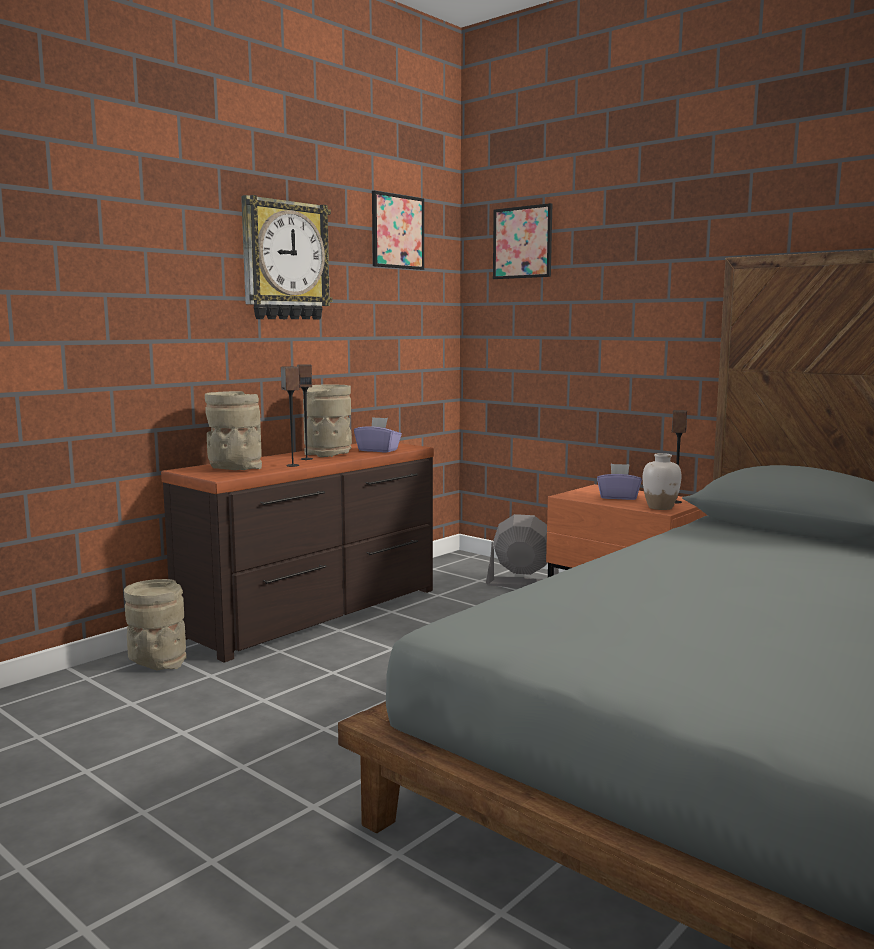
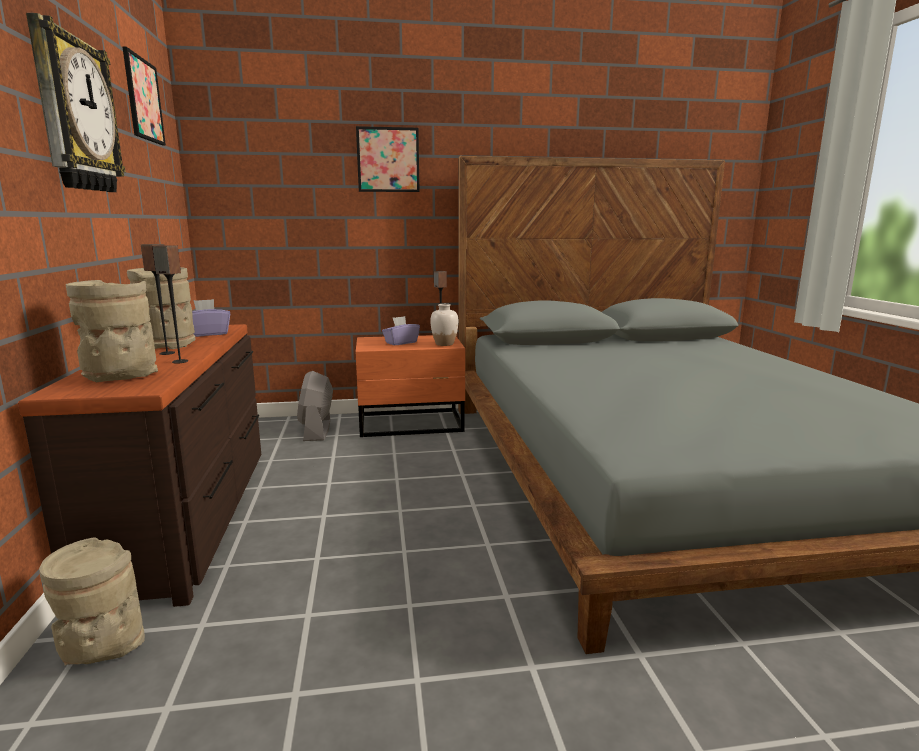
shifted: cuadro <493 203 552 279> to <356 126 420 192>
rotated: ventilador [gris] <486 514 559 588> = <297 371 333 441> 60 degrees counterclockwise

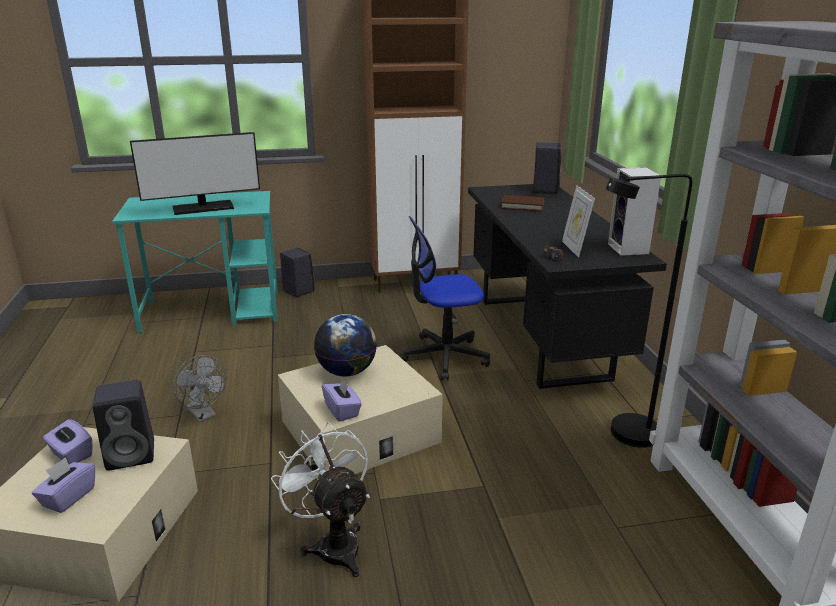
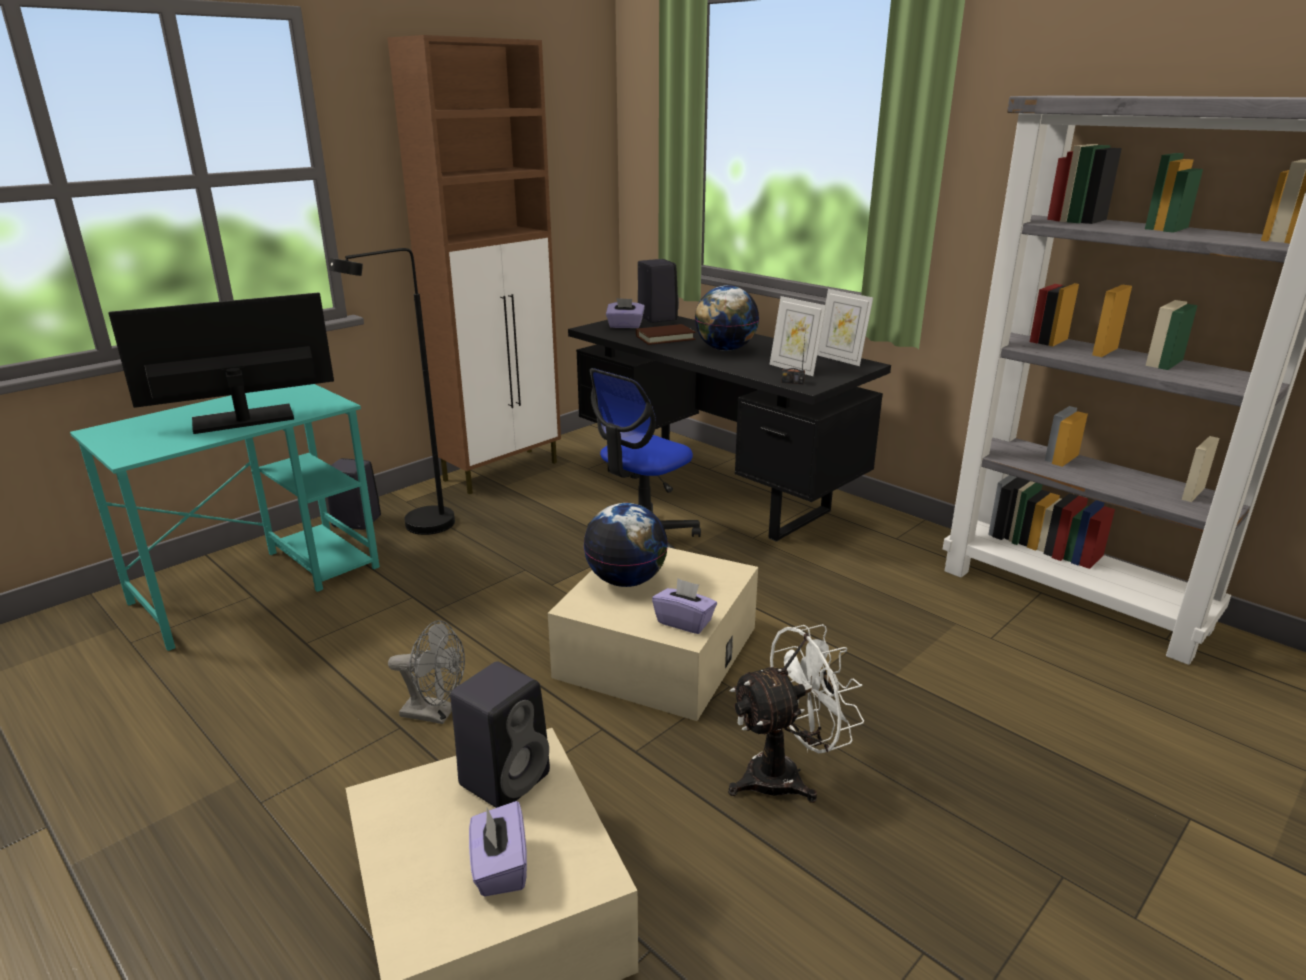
new: globo terráqueo <695 285 759 351>
shifted: lámpara de pie [negro] <606 174 692 448> to <329 248 455 535>; caja de pañuelos [morado] <43 419 93 464> to <606 298 645 328>
swapped: altavoz <608 167 661 256> to portarretratos <817 289 873 366>
rotated: monitor <130 132 260 215> = <108 292 334 434> 150 degrees counterclockwise; ventilador [blanco] <271 422 370 577> = <728 624 864 803> 135 degrees clockwise

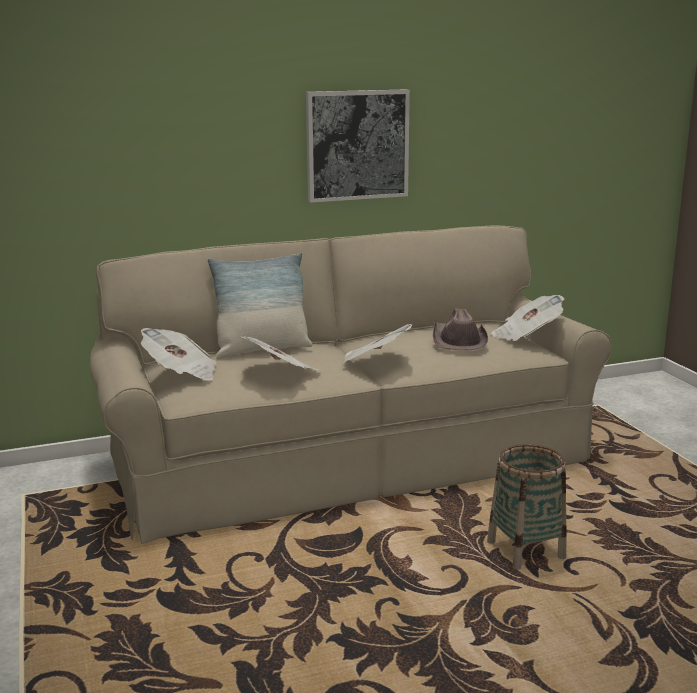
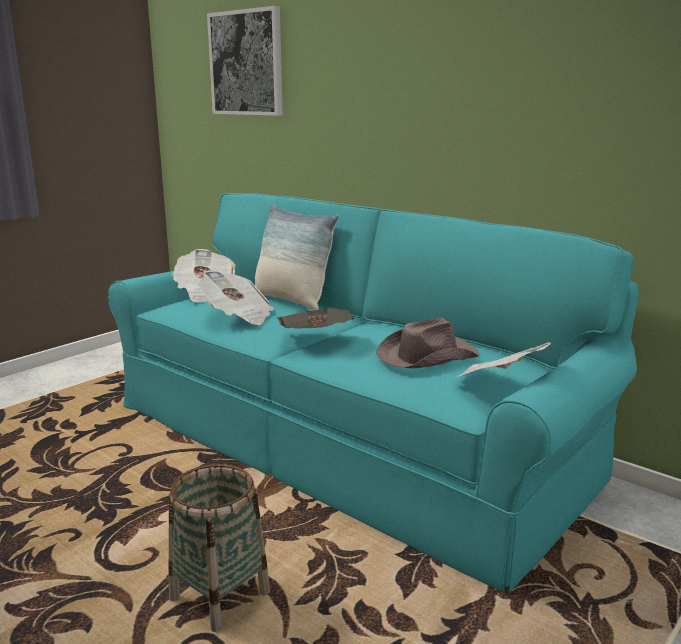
shifted: cuadro <306 89 410 203> to <207 6 283 116>
repainted: sofá [beis] <90 225 612 544> to sofá [turquesa] <108 193 639 592>

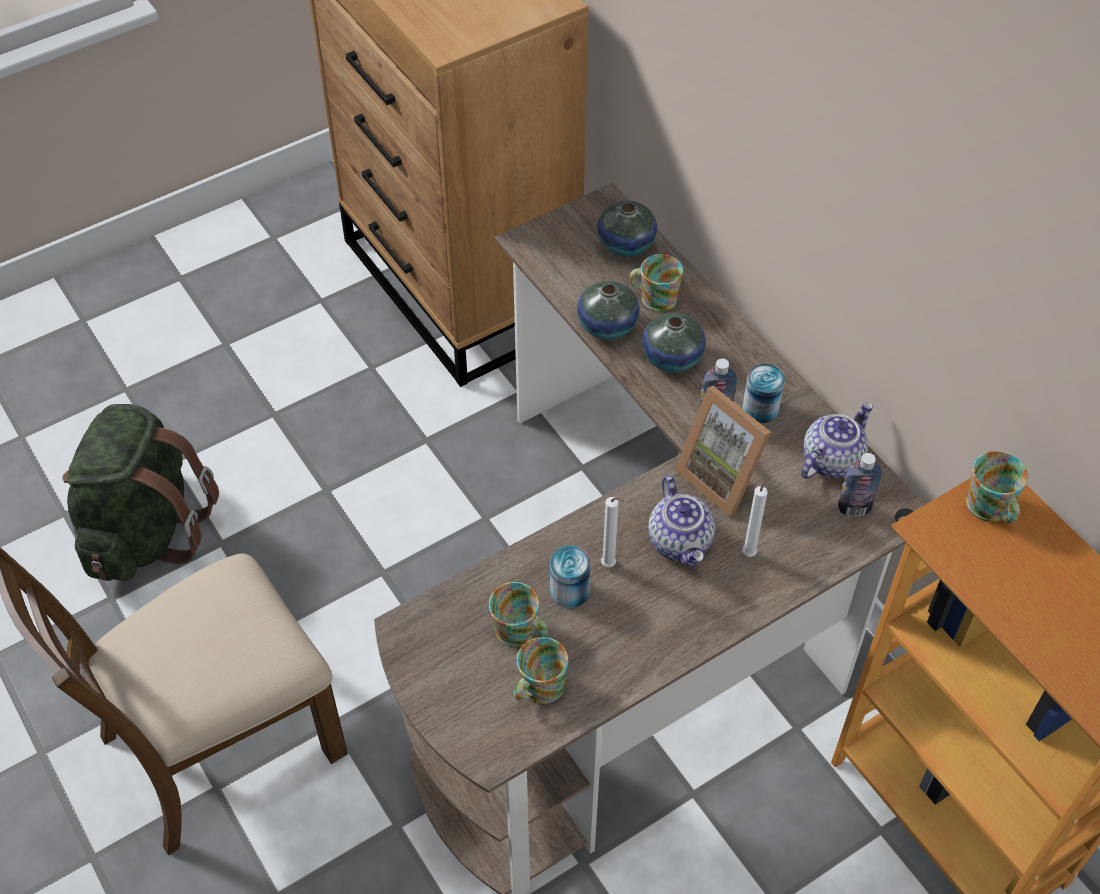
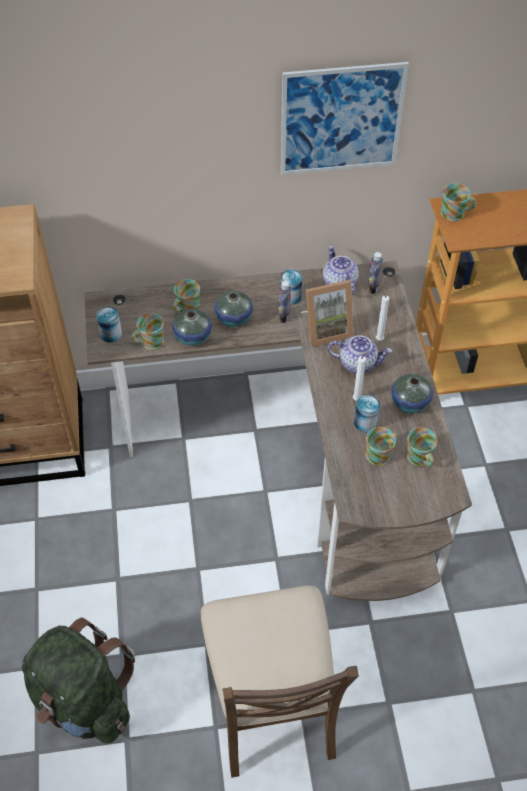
new: cuadro <281 62 409 175>; lata <96 307 122 343>; taza grande <131 313 164 350>
shifted: florero <597 201 657 257> to <391 374 433 413>

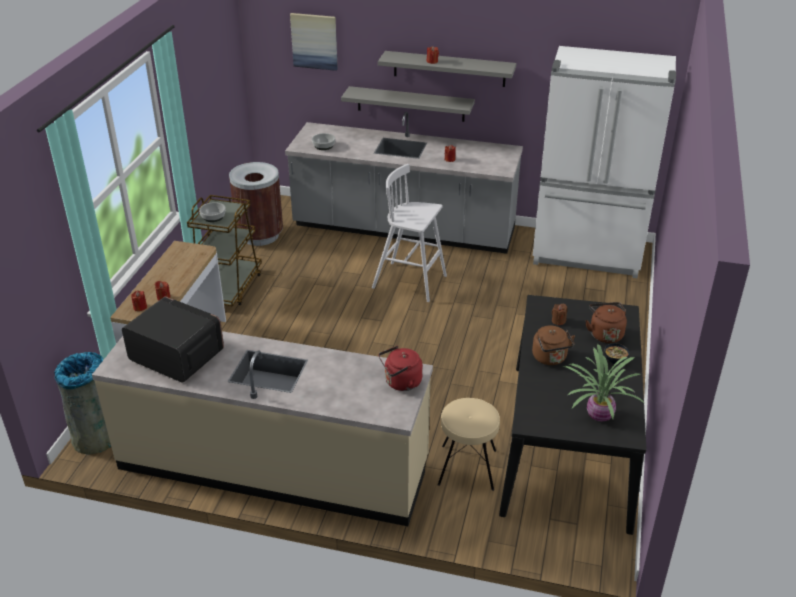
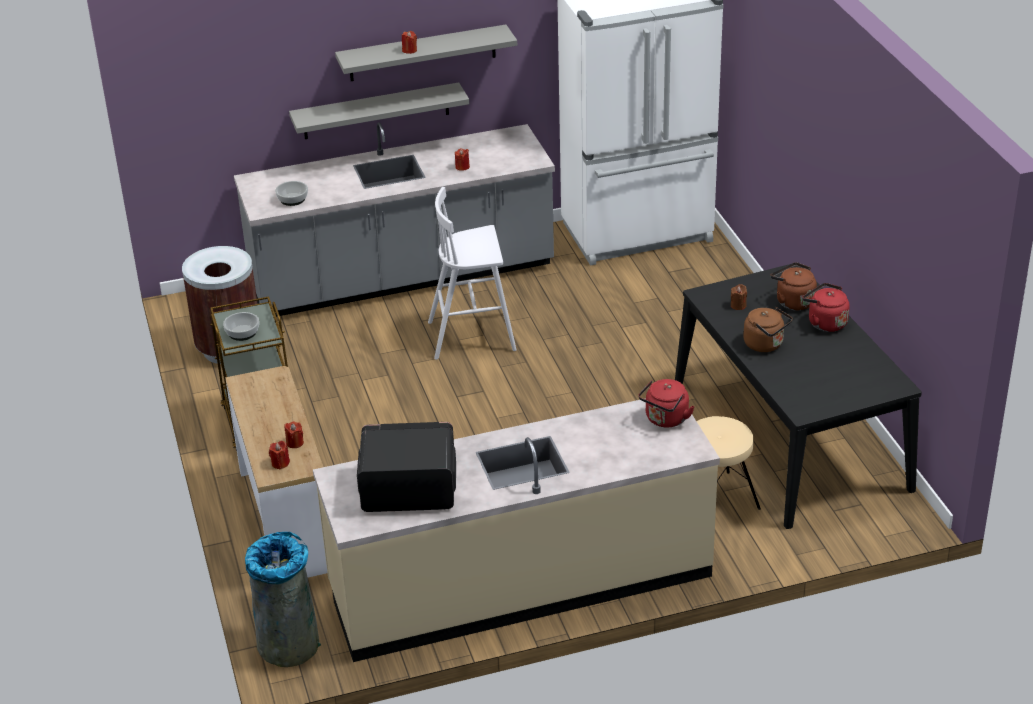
gone: cuadro <290 13 338 71>; planta en maceta <562 344 645 422>
swapped: cuenco <604 343 629 364> to hervidor [rojo] <802 283 850 332>

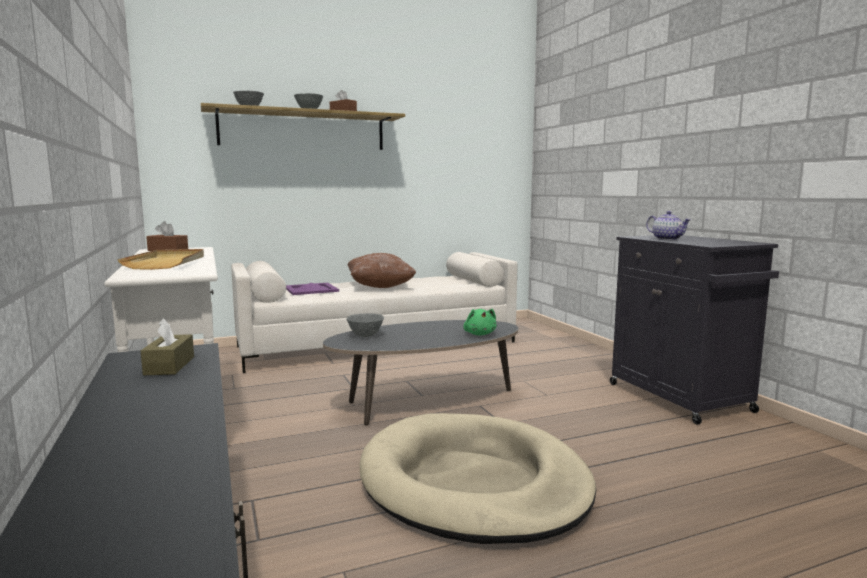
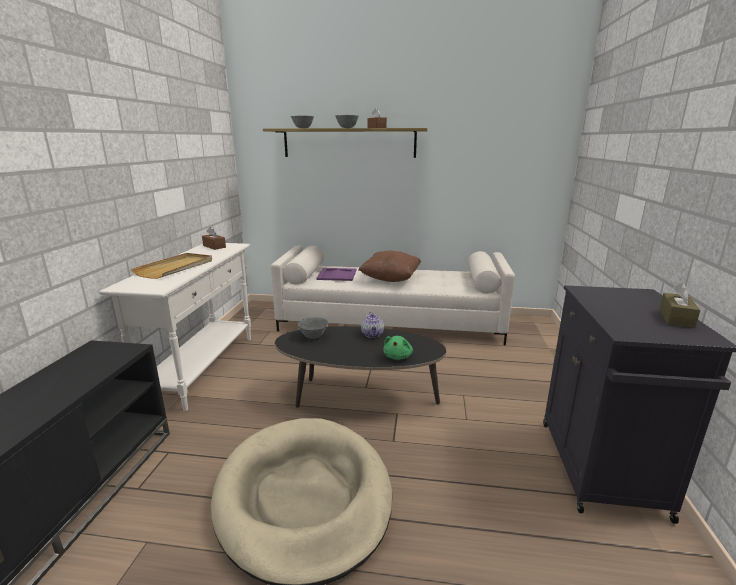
shifted: tetera <646 211 691 240> to <361 312 384 338>; caja de pañuelos [marrón] <141 318 194 375> to <659 283 701 328>

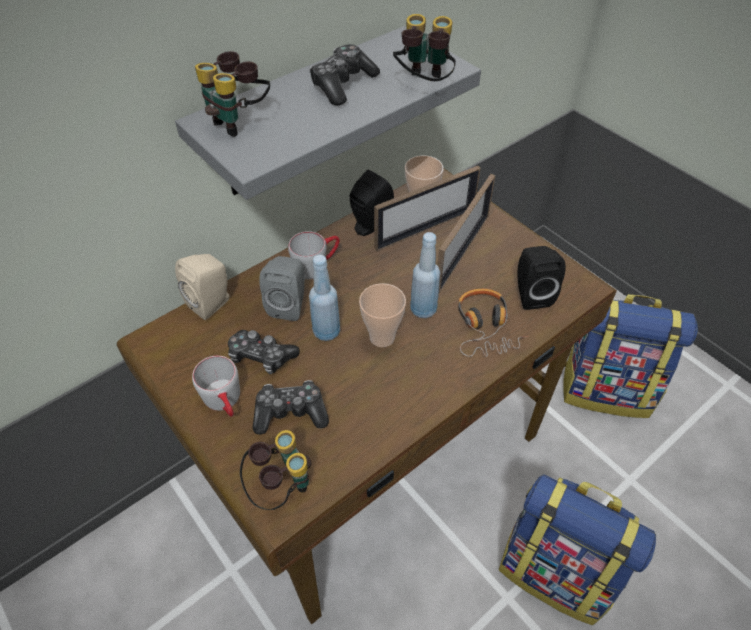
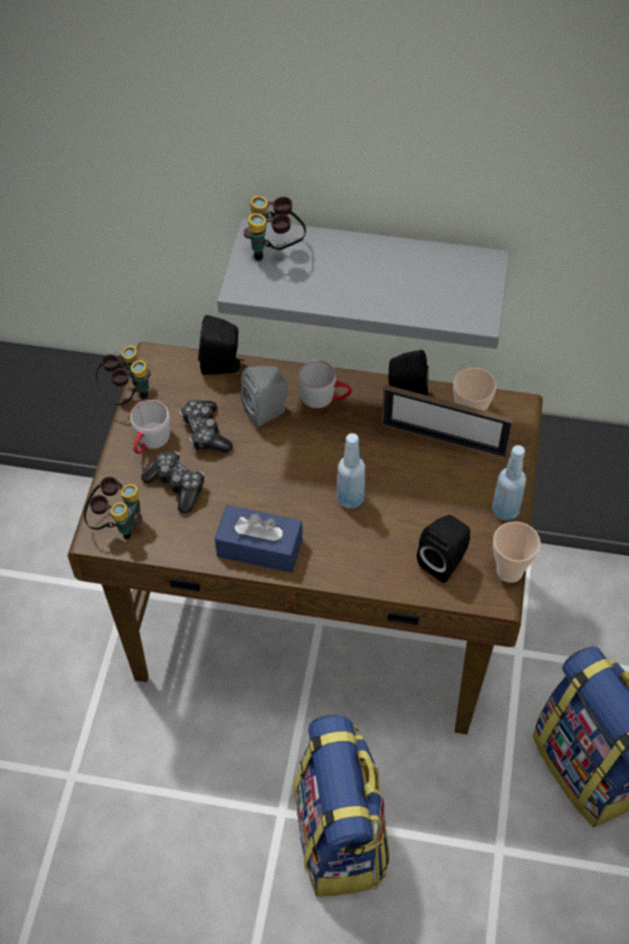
gone: mando de consola <309 44 380 106>; portarretratos <437 174 495 293>; auriculares <458 289 529 357>
new: caja de pañuelos [azul] <215 505 303 573>
shifted: prismáticos <393 14 456 81> to <95 346 151 405>; botella [azul] <309 255 340 341> to <492 445 526 520>; taza <359 283 406 347> to <493 522 540 583>
repainted: altavoz [beis] <175 254 230 320> to altavoz [negro] <198 315 245 375>

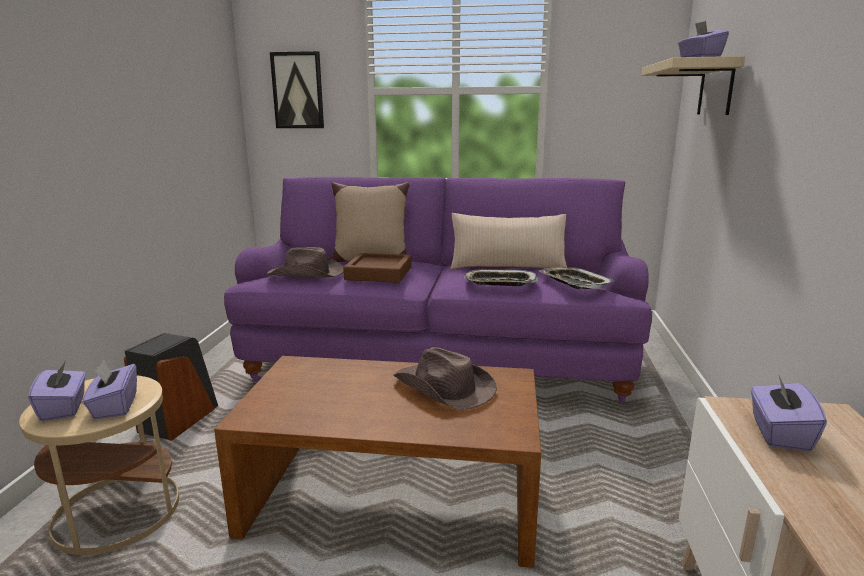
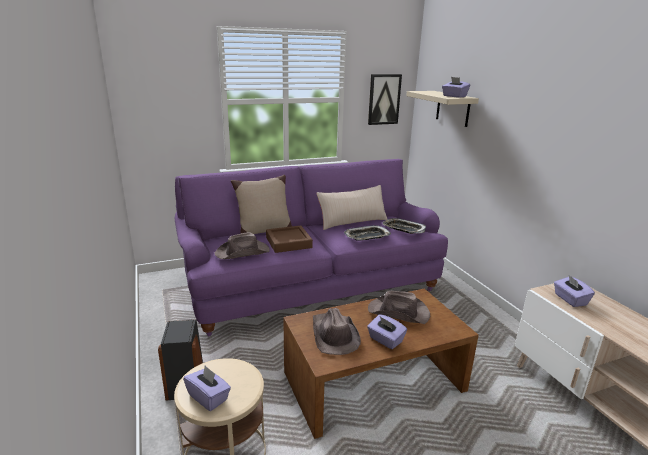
new: sombrero [marrón] <313 308 361 355>
shifted: cuadro <270 51 324 128> to <368 74 402 125>; caja de pañuelos [morado] <83 360 137 419> to <367 314 407 349>

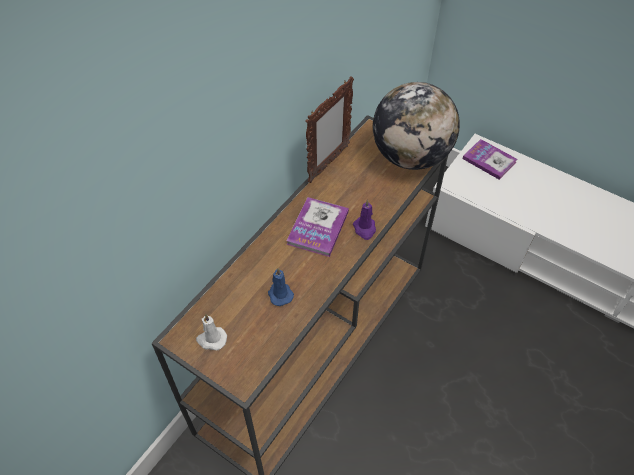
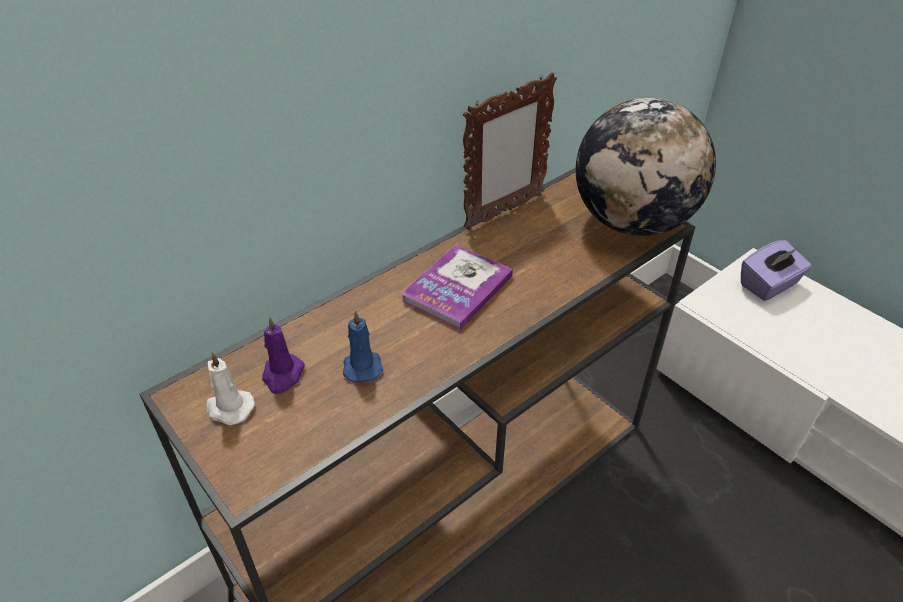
shifted: vela [morado] <353 199 376 240> to <262 317 305 394>
swapped: libro <463 139 517 180> to caja de pañuelos [morado] <741 240 812 301>

